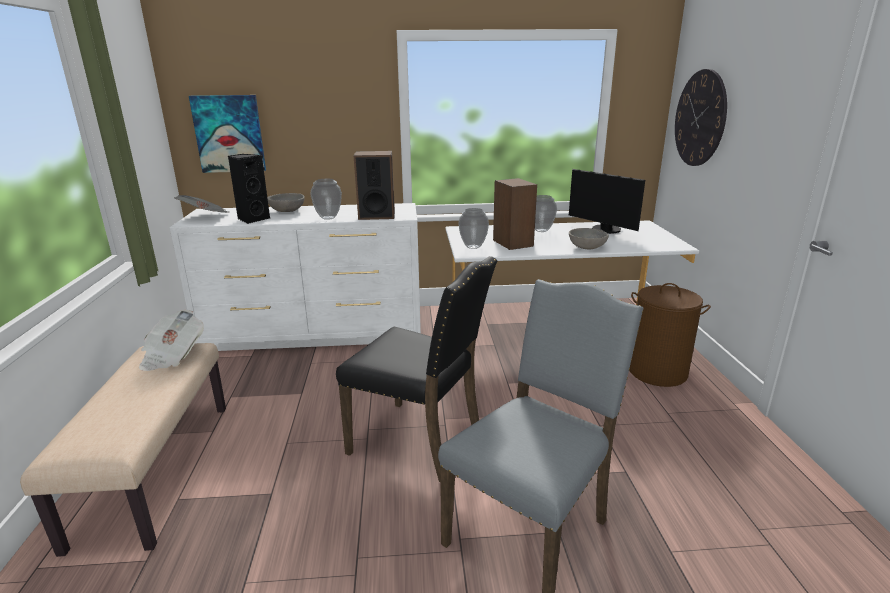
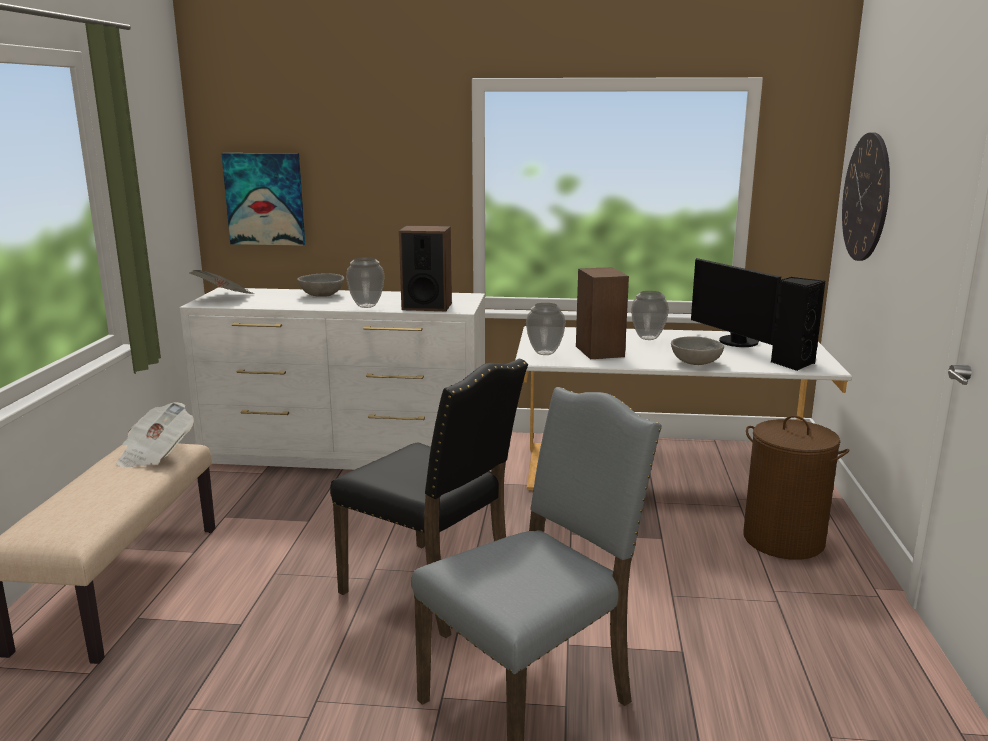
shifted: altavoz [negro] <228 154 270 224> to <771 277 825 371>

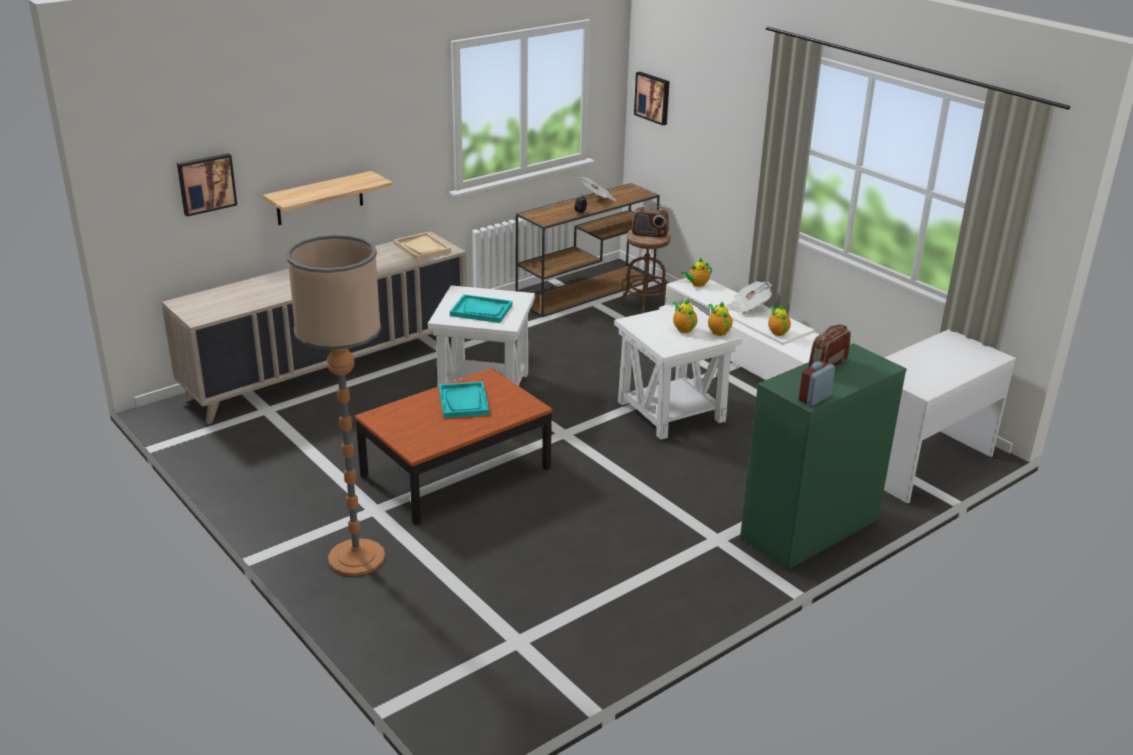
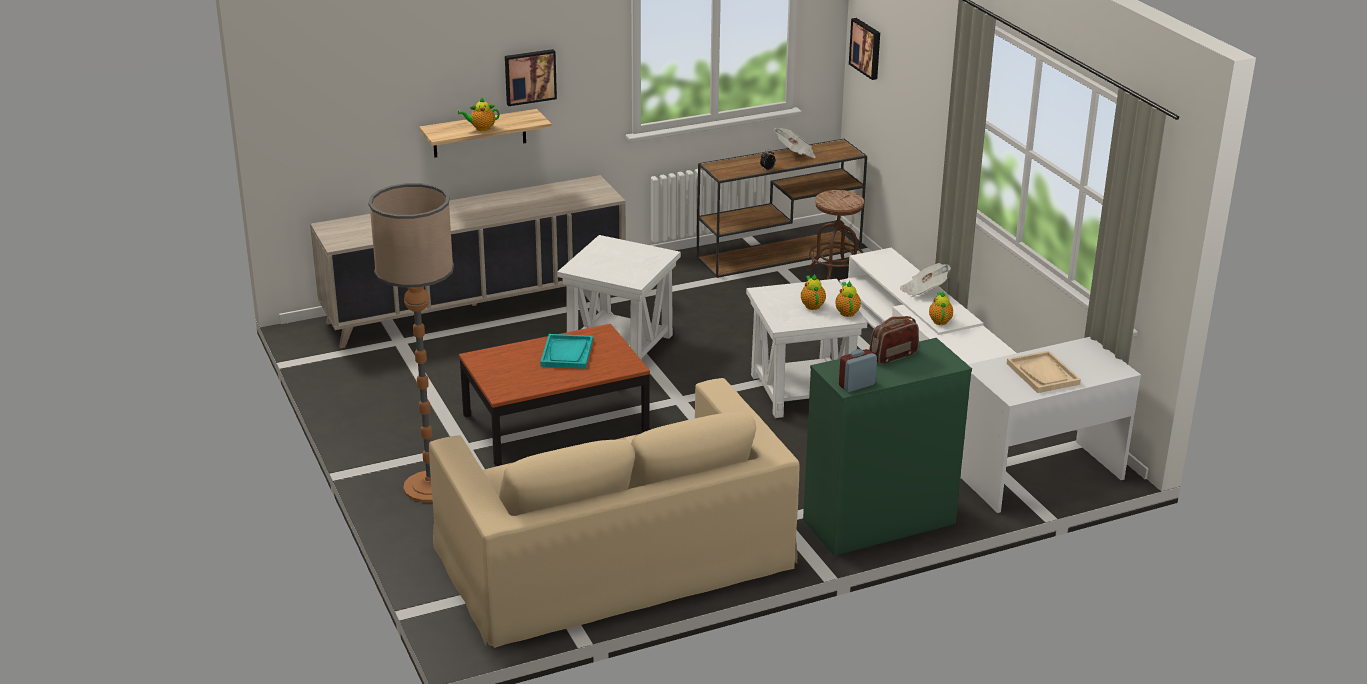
gone: radio <632 205 669 238>; bandeja [turquesa] <450 294 513 323>
new: sofá [beis] <429 378 799 648>
shifted: cuadro <177 153 237 216> to <505 49 557 106>; bandeja [beis] <394 232 451 261> to <1007 351 1081 393>; tetera <681 258 712 287> to <458 97 500 131>

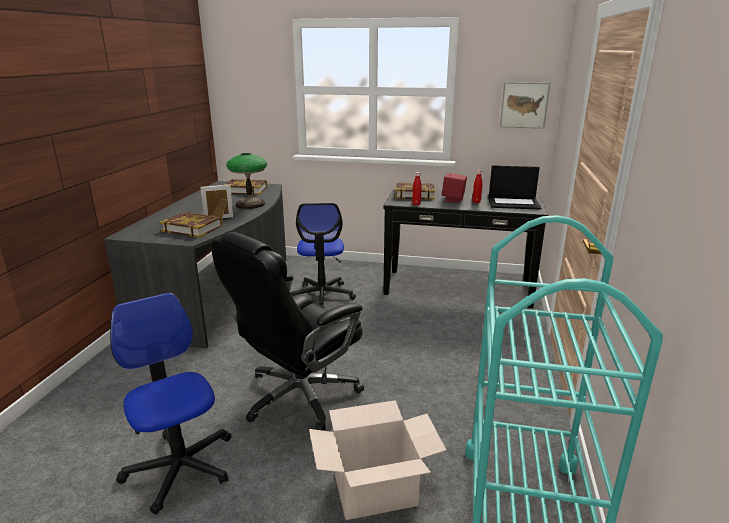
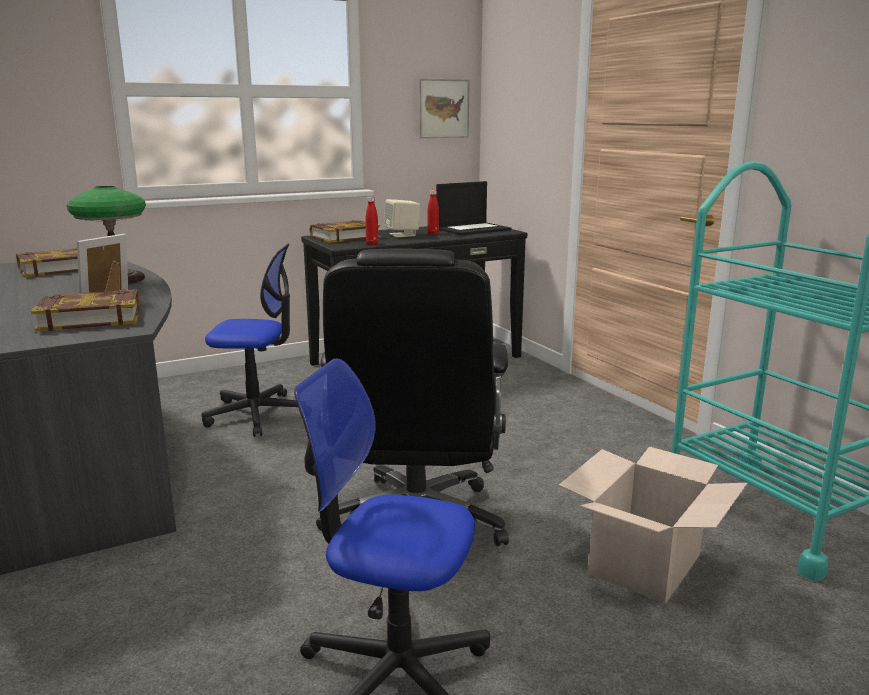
repainted: altavoz [rojo] <442 173 467 202> to altavoz [beis] <384 199 420 237>
rotated: silla de oficina <291 203 356 308> = <201 243 298 437> 45 degrees counterclockwise

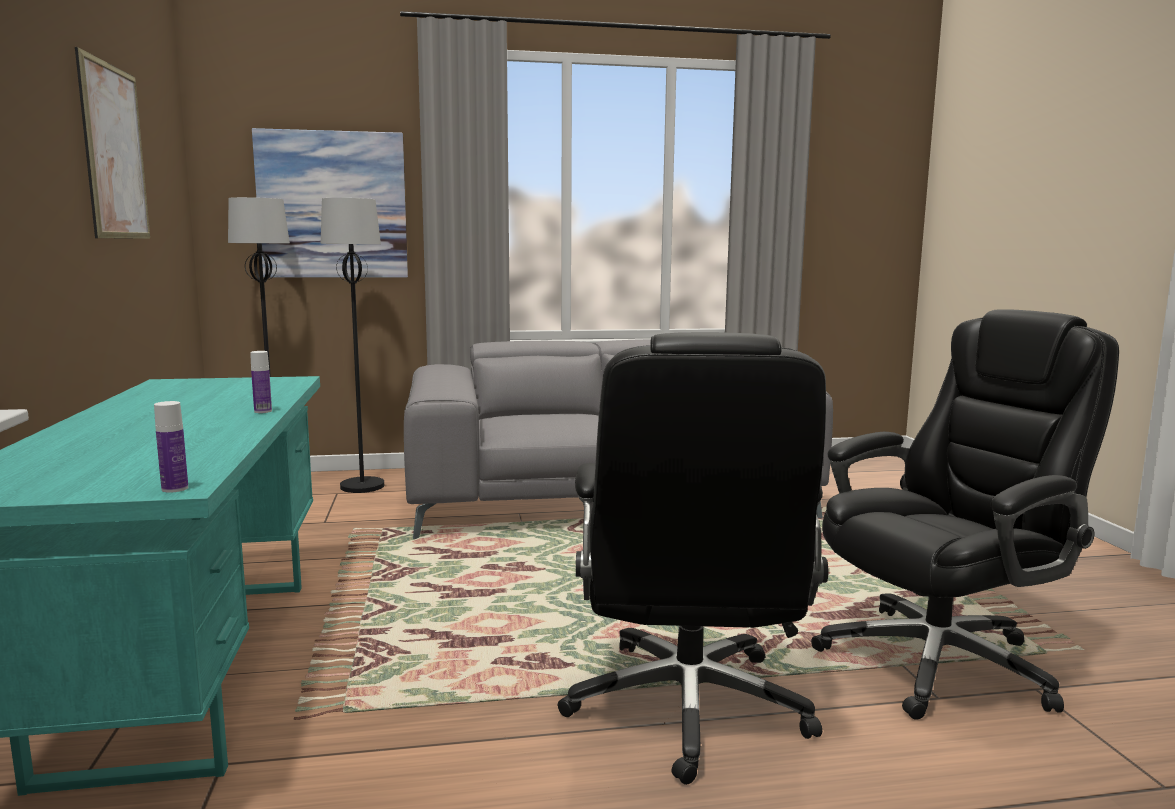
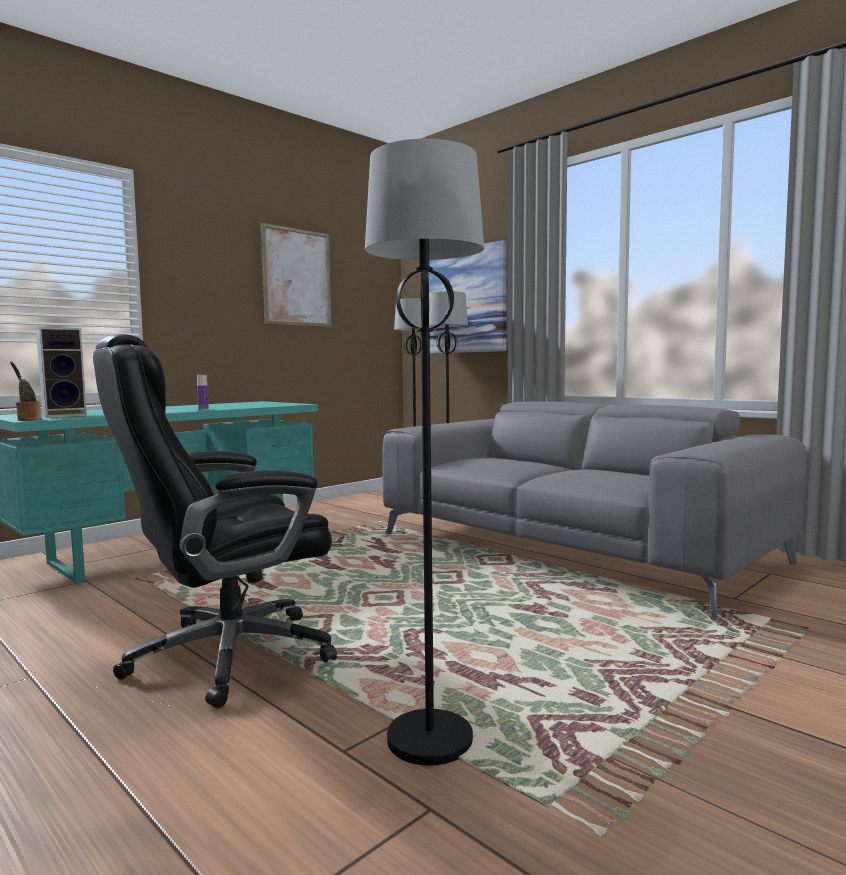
new: altavoz <36 327 87 418>
swapped: silla de oficina [negro] <811 309 1119 720> to lámpara de pie [negro] <365 139 484 766>; botella <154 401 188 493> to planta en maceta <10 362 42 421>

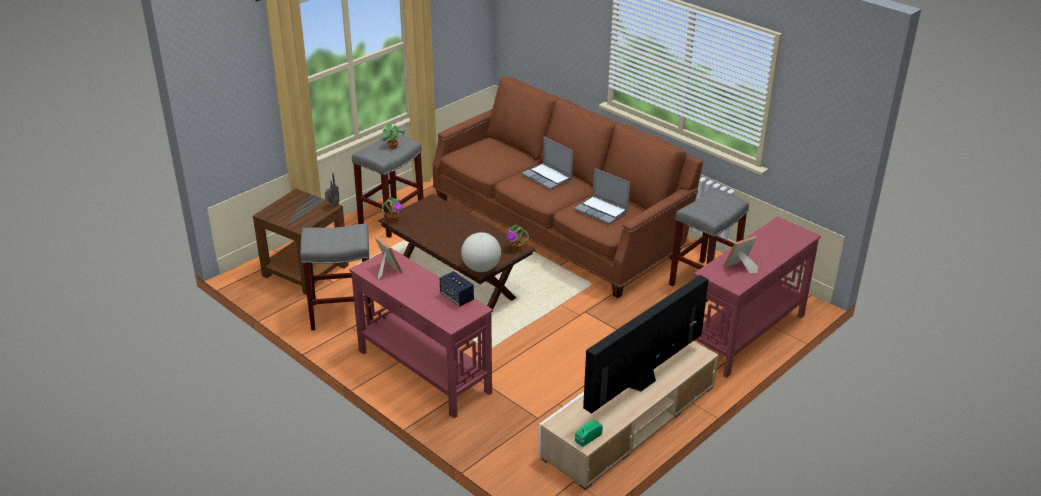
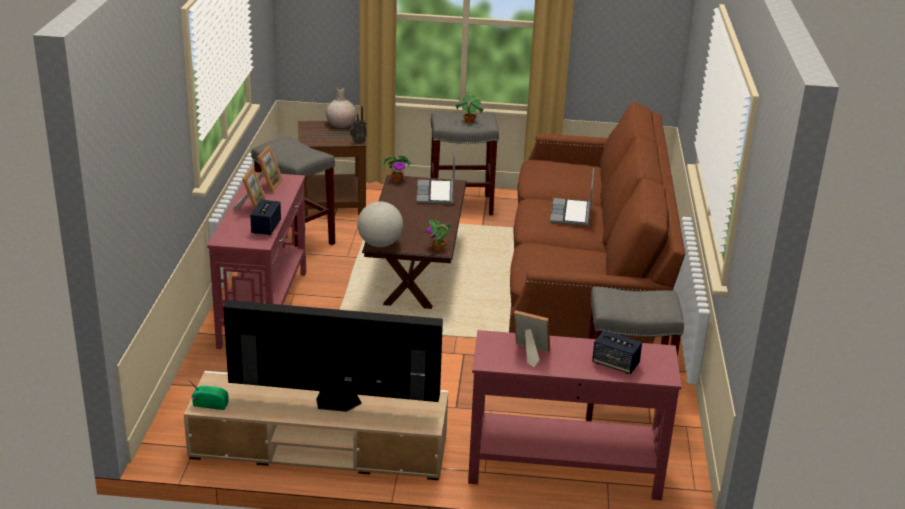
new: florero [beis] <326 87 357 128>; portarretratos <233 167 267 211>; altavoz <592 331 642 374>
shifted: portátil <574 168 630 224> to <417 149 455 204>

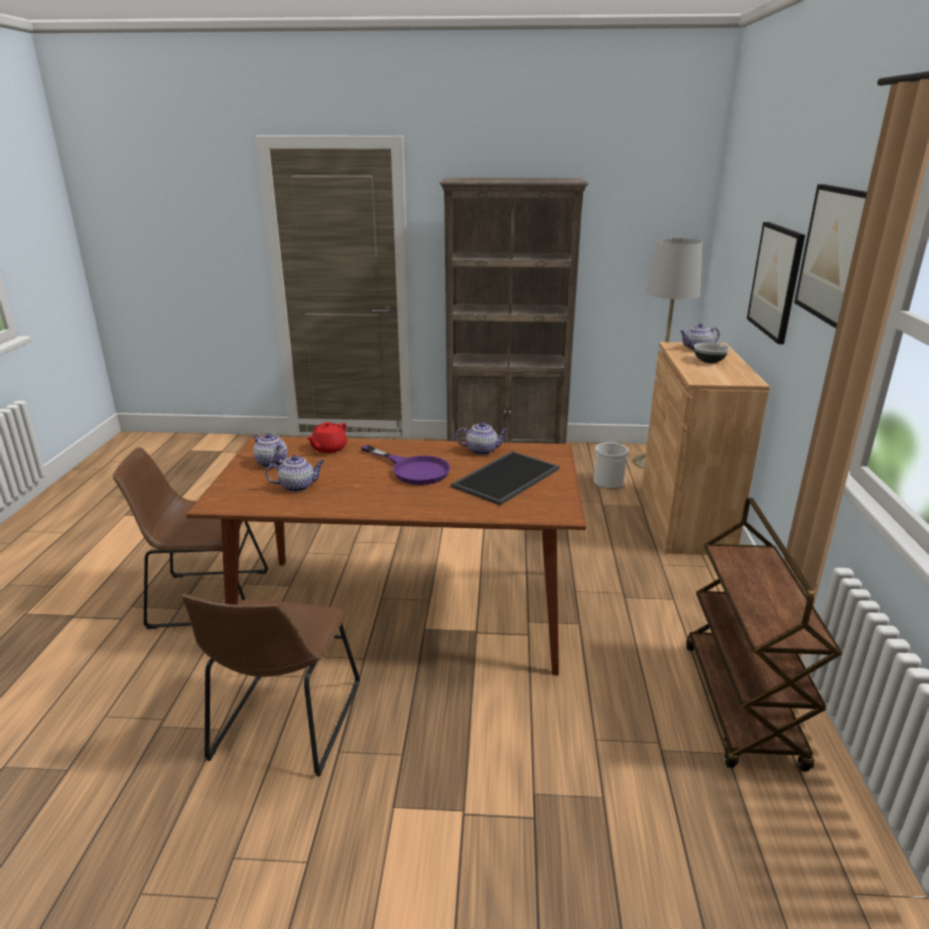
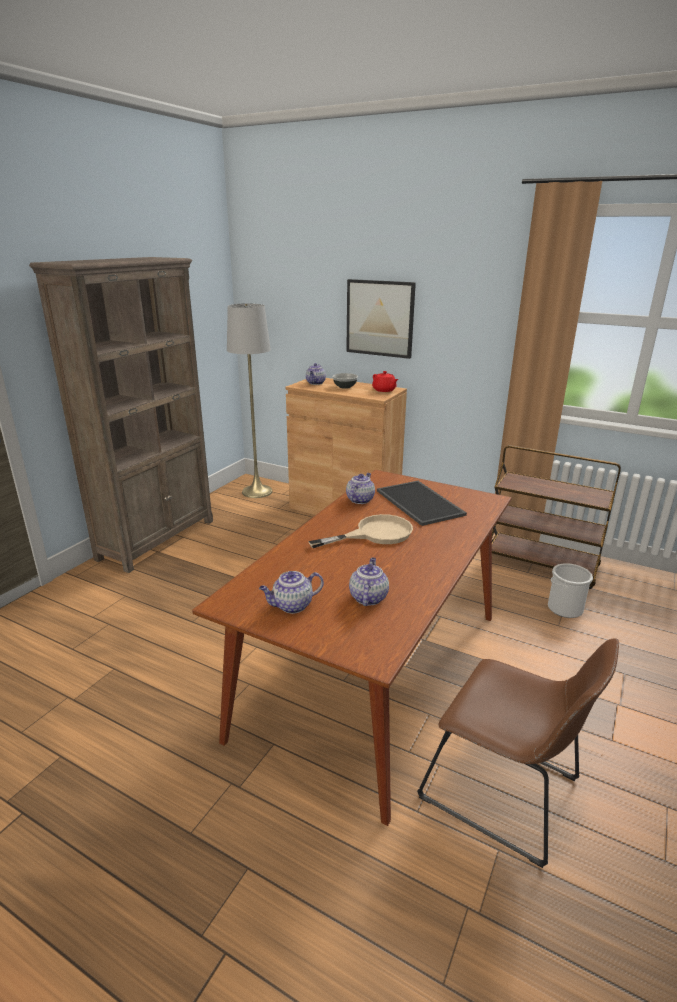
gone: cuadro <794 184 867 328>; silla [marrón] <113 447 268 629>
shifted: tetera [rojo] <306 422 347 453> to <372 371 398 392>; cubo <594 443 629 489> to <548 563 593 618>
repainted: sartén [morado] <361 445 450 485> to sartén [beis] <308 514 413 548>

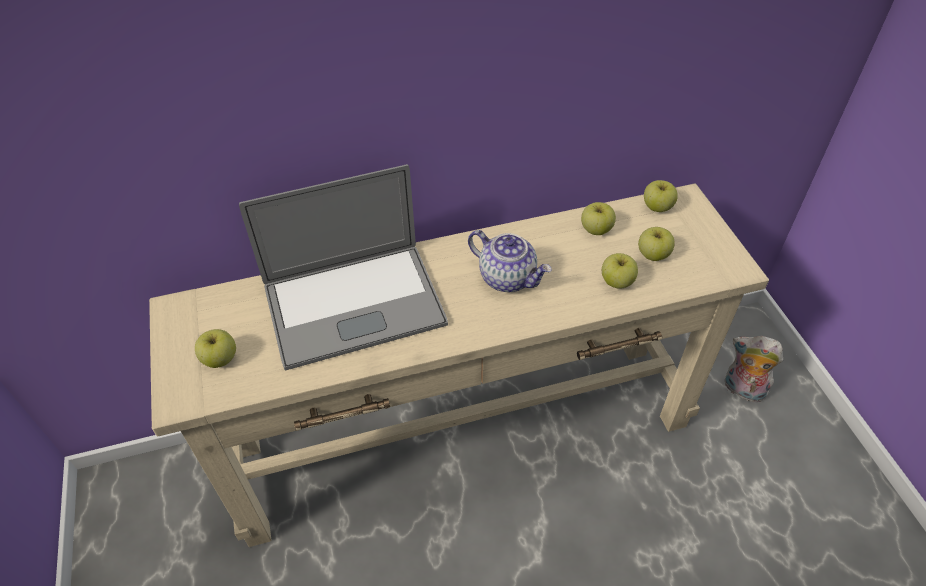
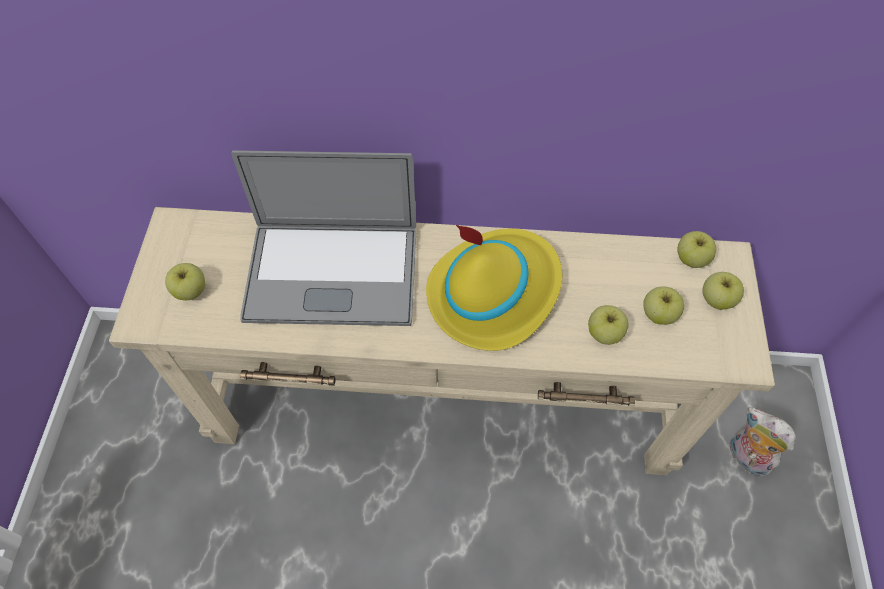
shifted: manzana <581 202 616 235> to <702 272 744 310>
swapped: tetera <468 230 552 292> to sombrero [amarillo] <426 224 562 351>

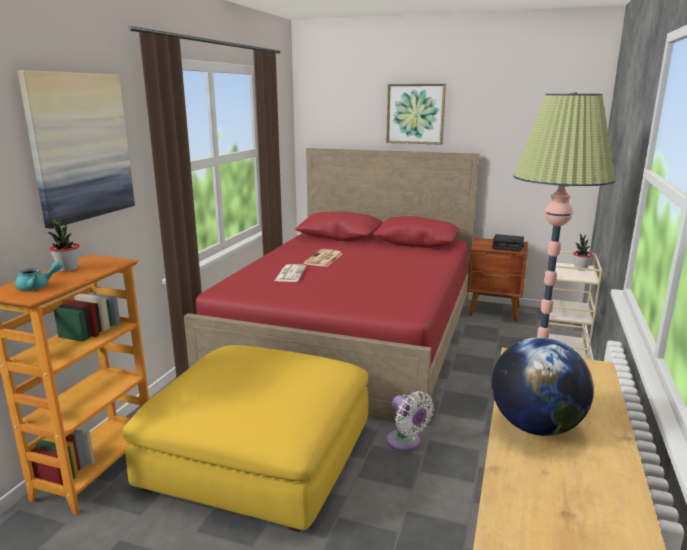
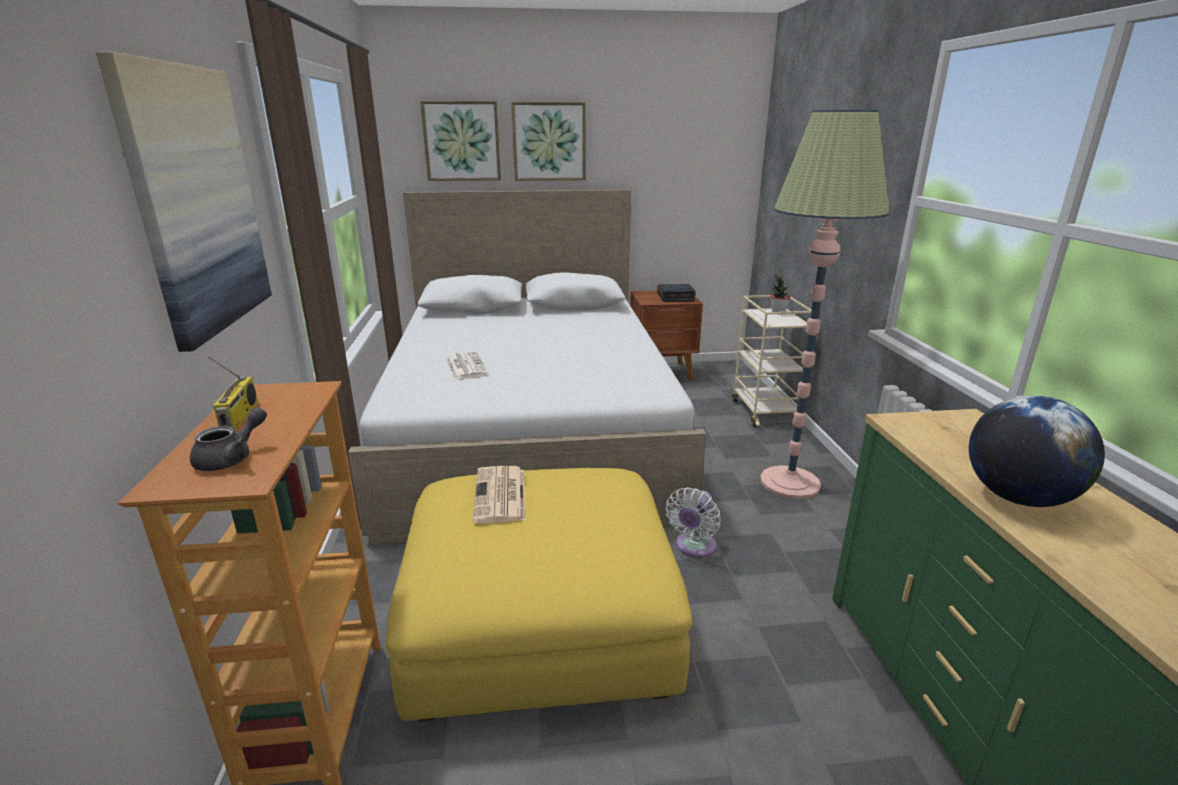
new: cuadro <420 101 501 181>
shifted: periódico <303 249 342 267> to <472 466 526 524>
swapped: planta en maceta <48 216 80 272> to radio <208 357 258 431>
repainted: cama [rojo] <184 148 479 426> to cama [blanco] <348 190 706 544>; tetera [turquesa] <15 262 62 291> to tetera [gris] <190 407 267 471>
rotated: ventilador [blanco] <386 391 434 451> = <666 487 721 558> 90 degrees clockwise

